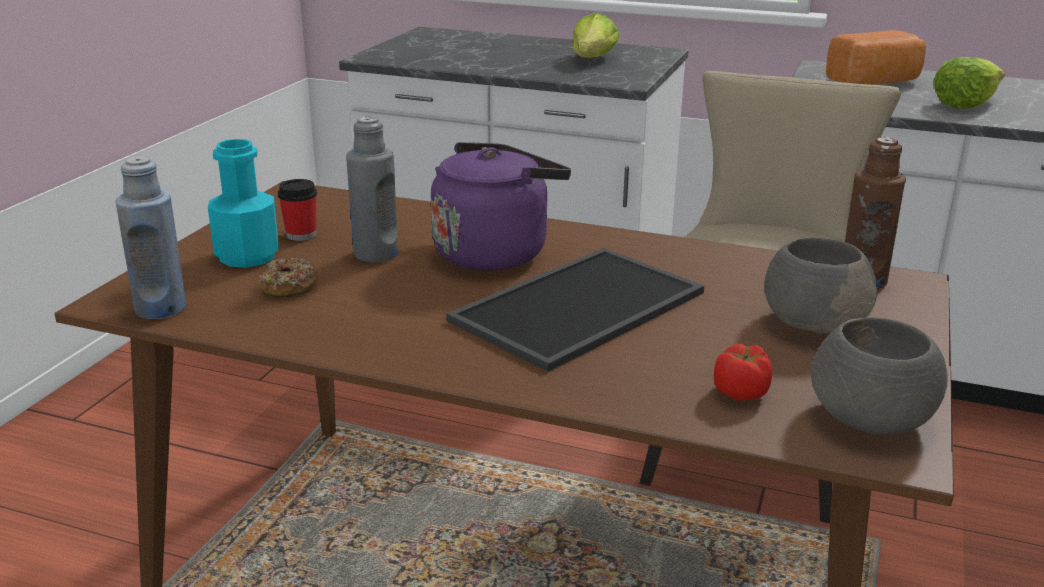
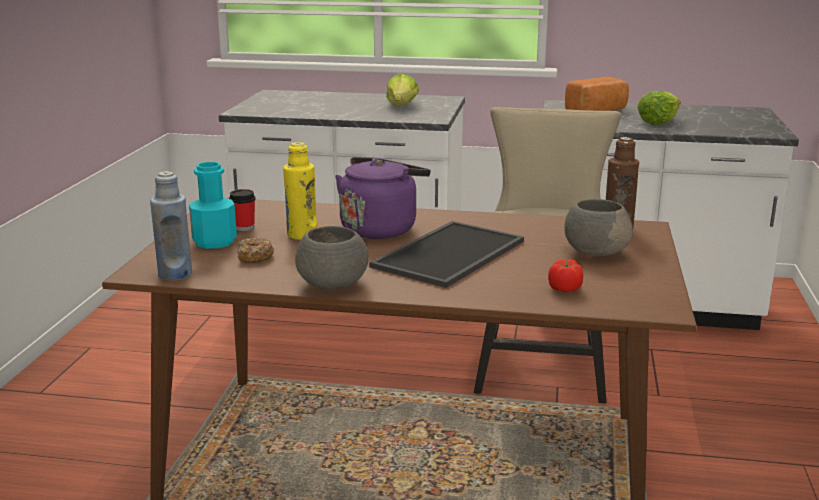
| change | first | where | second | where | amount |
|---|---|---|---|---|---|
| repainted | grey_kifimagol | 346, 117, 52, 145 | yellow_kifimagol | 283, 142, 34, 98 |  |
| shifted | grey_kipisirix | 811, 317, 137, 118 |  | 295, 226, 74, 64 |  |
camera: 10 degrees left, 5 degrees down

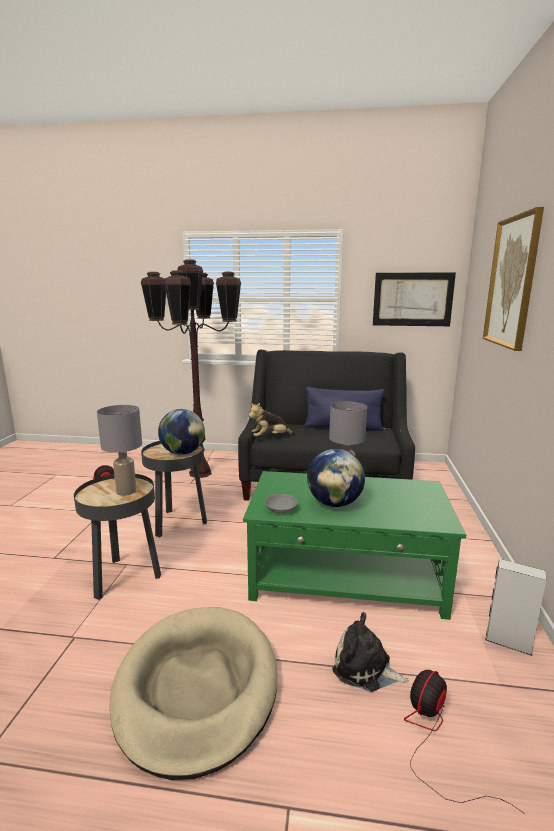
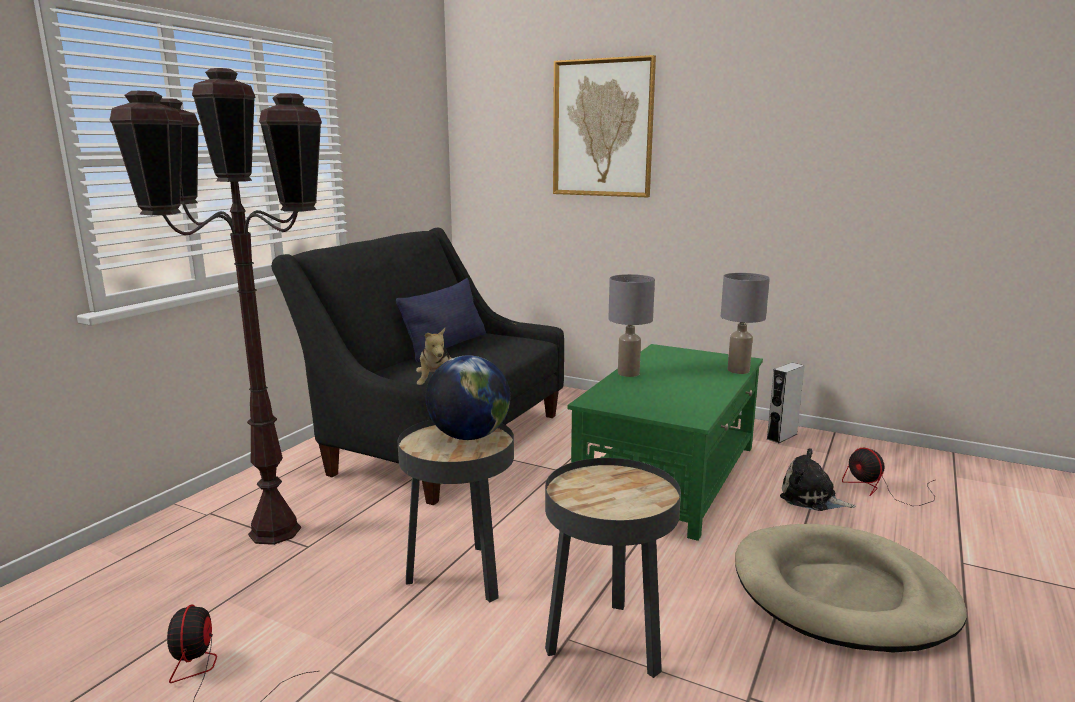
| change | first | where | second | where | amount |
|---|---|---|---|---|---|
| shifted | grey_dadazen | 97, 405, 45, 91 |  | 721, 273, 49, 101 |  |
| gone | grey_kipisirix | 264, 494, 34, 20 |  |  |  |
| gone | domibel | 307, 449, 58, 58 |  |  |  |
| rotated | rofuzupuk | 333, 612, 76, 80 |  | 780, 448, 76, 63 | 75 degrees clockwise |
| gone | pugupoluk | 373, 273, 83, 53 |  |  |  |
camera: 70 degrees left, 0 degrees up

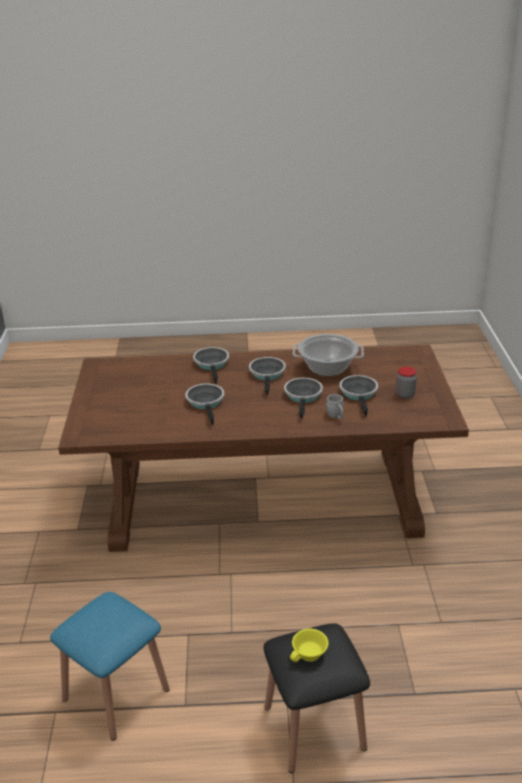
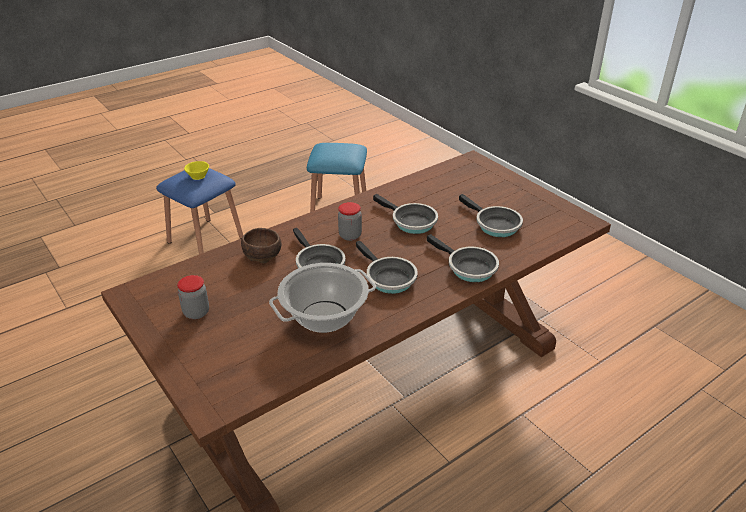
| change | first | where | second | where | amount |
|---|---|---|---|---|---|
| repainted | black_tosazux | 264, 623, 106, 150 | blue_tosazux | 156, 168, 87, 86 |  |
| swapped | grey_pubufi | 326, 394, 18, 26 | brown_kipisirix | 241, 228, 40, 35 |  |
| shifted | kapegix | 340, 375, 38, 42 |  | 459, 194, 64, 43 |  |
| new |  |  | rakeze | 338, 202, 24, 39 |  |
camera: 145 degrees right, 5 degrees up

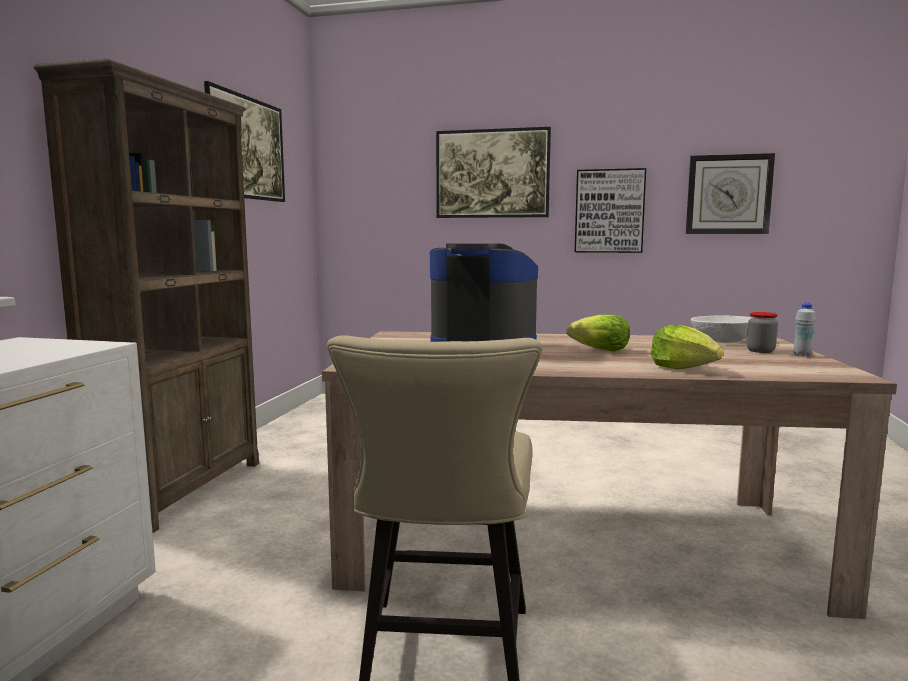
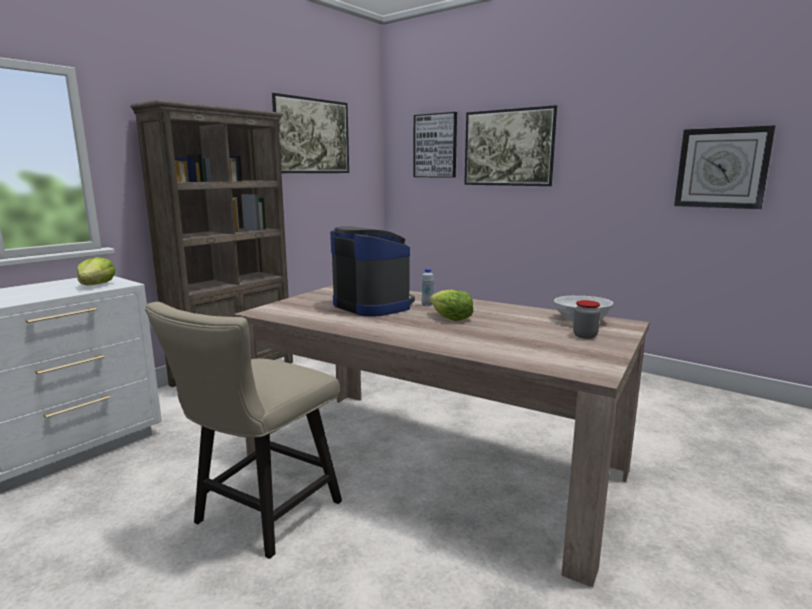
| change | first | where | second | where | amount |
|---|---|---|---|---|---|
| shifted | pugupoluk | 575, 168, 71, 85 |  | 413, 112, 44, 66 |  |
| shifted | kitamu | 651, 325, 73, 45 |  | 78, 257, 38, 29 |  |
| shifted | white_kifimagol | 793, 302, 23, 55 |  | 421, 268, 13, 38 |  |
camera: 25 degrees right, 5 degrees up

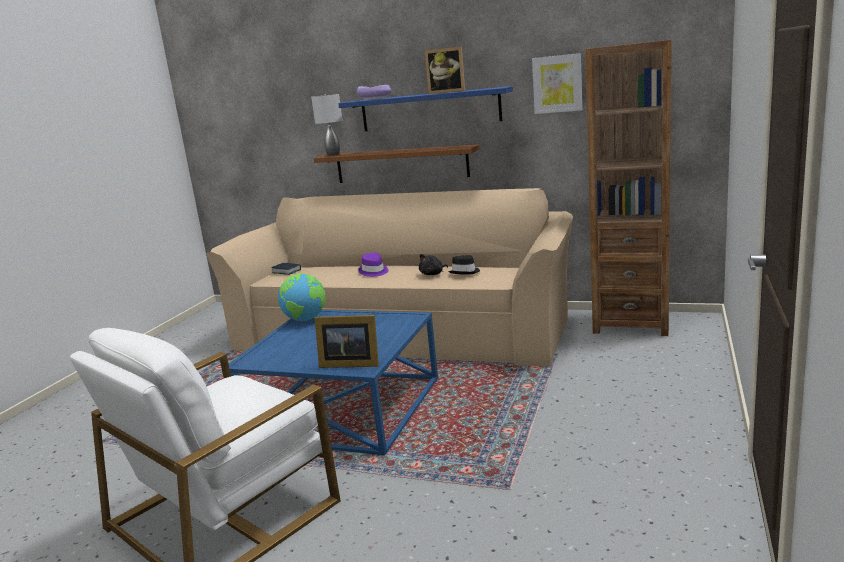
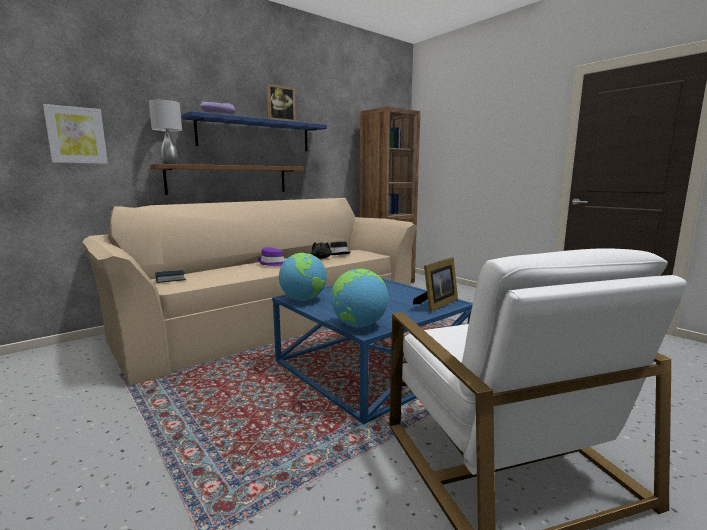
| change | first | where | second | where | amount |
|---|---|---|---|---|---|
| shifted | pugupoluk | 532, 53, 50, 61 |  | 43, 104, 65, 60 |  |
| new |  |  | domibel | 331, 269, 57, 58 |  |
camera: 60 degrees left, 5 degrees down

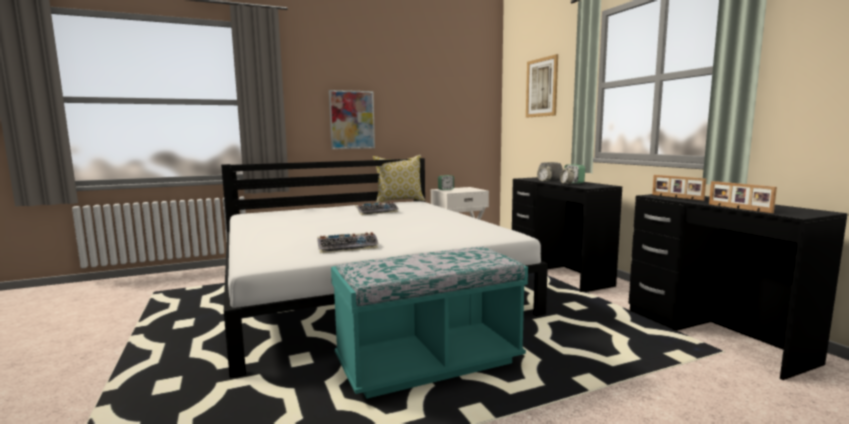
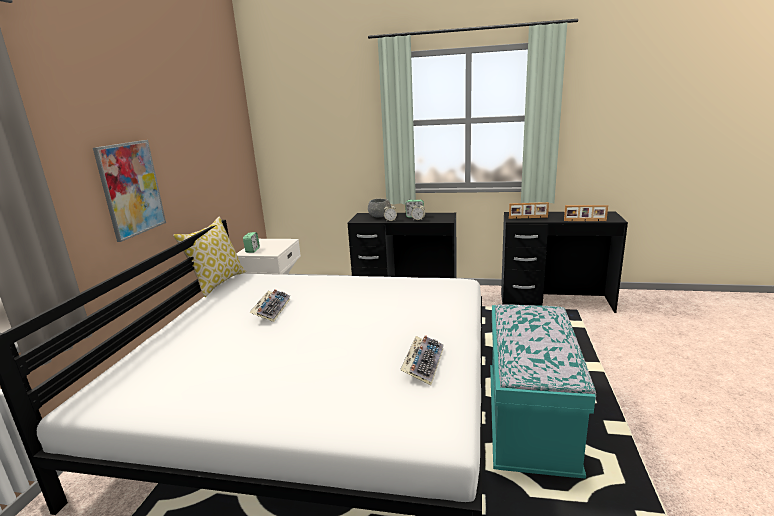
| change | first | where | second | where | amount |
|---|---|---|---|---|---|
| gone | pugupoluk | 526, 54, 32, 64 |  |  |  |
camera: 55 degrees left, 10 degrees up

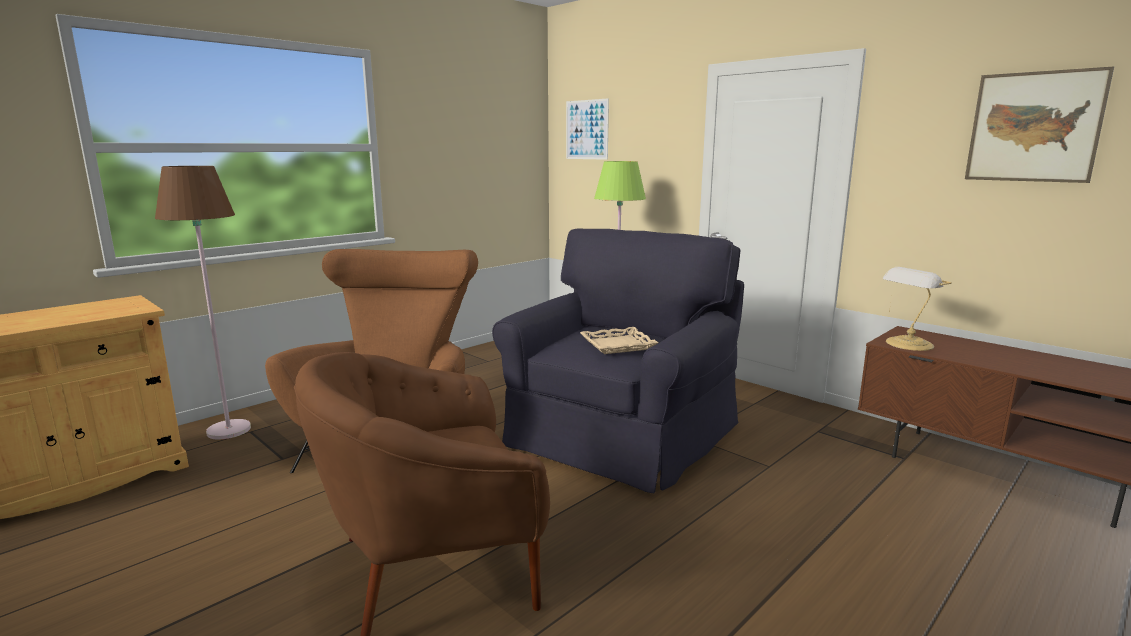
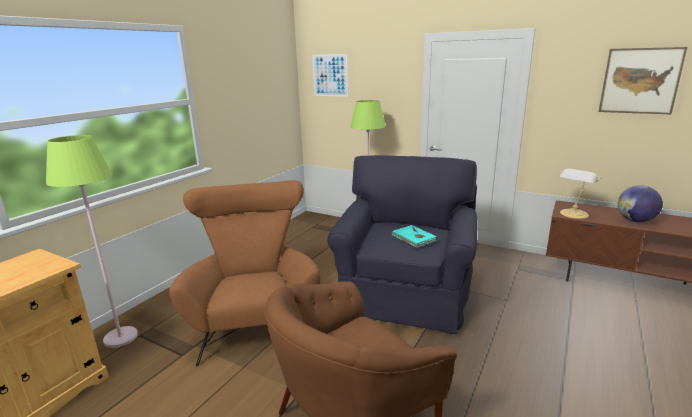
| change | first | where | second | where | amount |
|---|---|---|---|---|---|
| repainted | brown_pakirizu | 155, 166, 96, 273 | green_pakirizu | 46, 135, 92, 213 |  |
| swapped | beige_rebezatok | 580, 327, 78, 27 | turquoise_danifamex | 392, 225, 45, 23 |  |
| new |  |  | domibel | 618, 185, 45, 37 |  |
camera: 15 degrees left, 5 degrees up

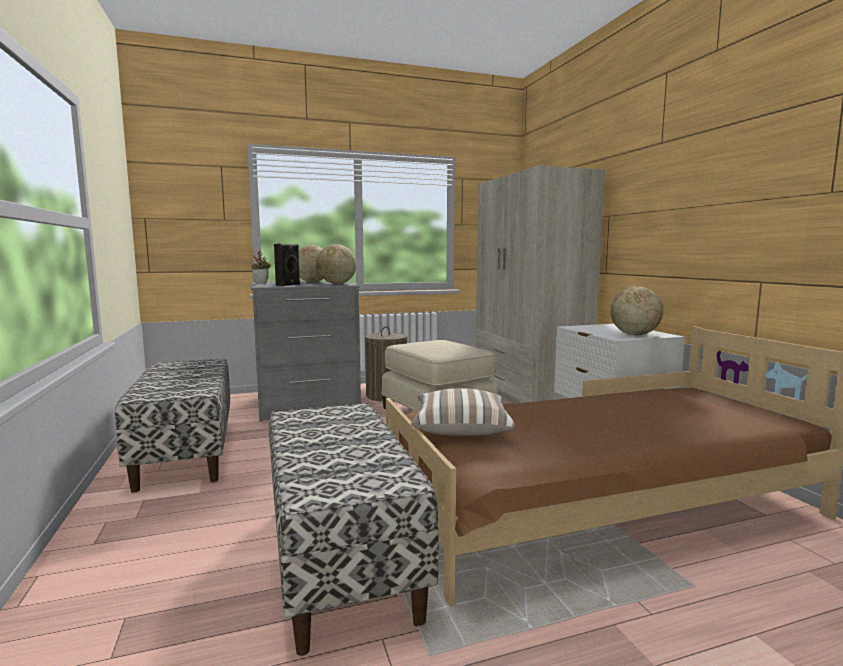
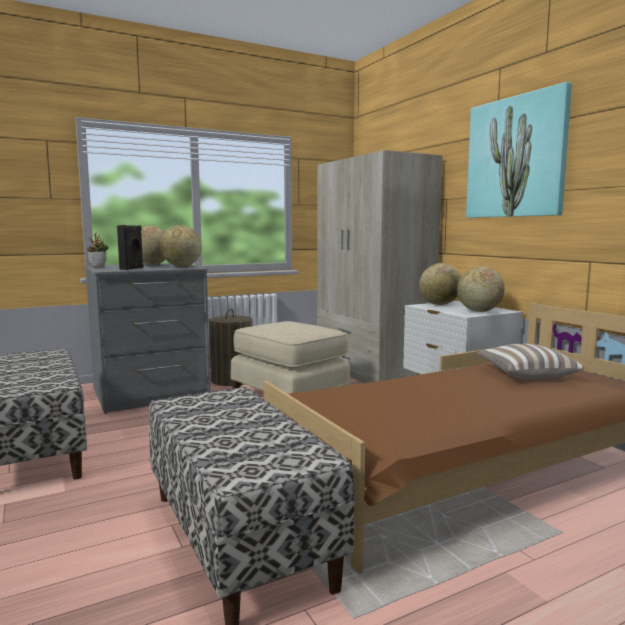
| change | first | where | second | where | amount |
|---|---|---|---|---|---|
| shifted | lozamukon | 411, 388, 105, 48 |  | 477, 344, 107, 35 |  |
| new |  |  | domibel | 419, 263, 42, 42 |  |
| new |  |  | pugupoluk | 466, 82, 106, 136 |  |
camera: 10 degrees left, 0 degrees up

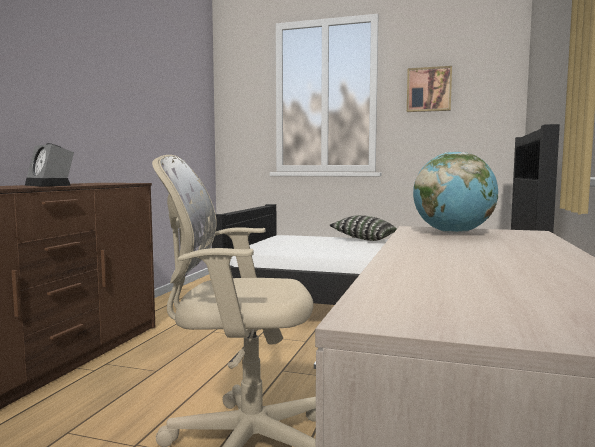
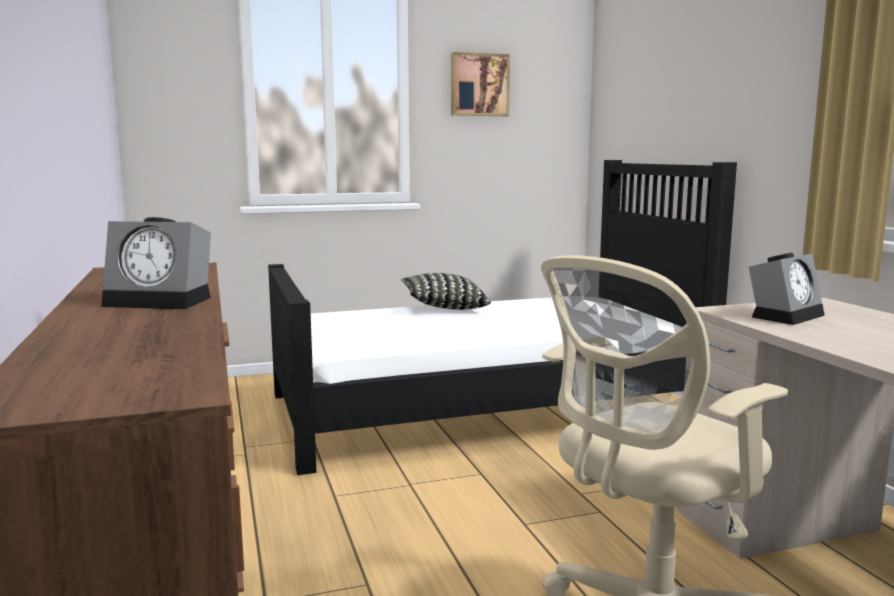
| change | first | where | second | where | amount |
|---|---|---|---|---|---|
| swapped | domibel | 413, 152, 85, 82 | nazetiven | 749, 253, 76, 72 |  |
camera: 35 degrees left, 5 degrees up

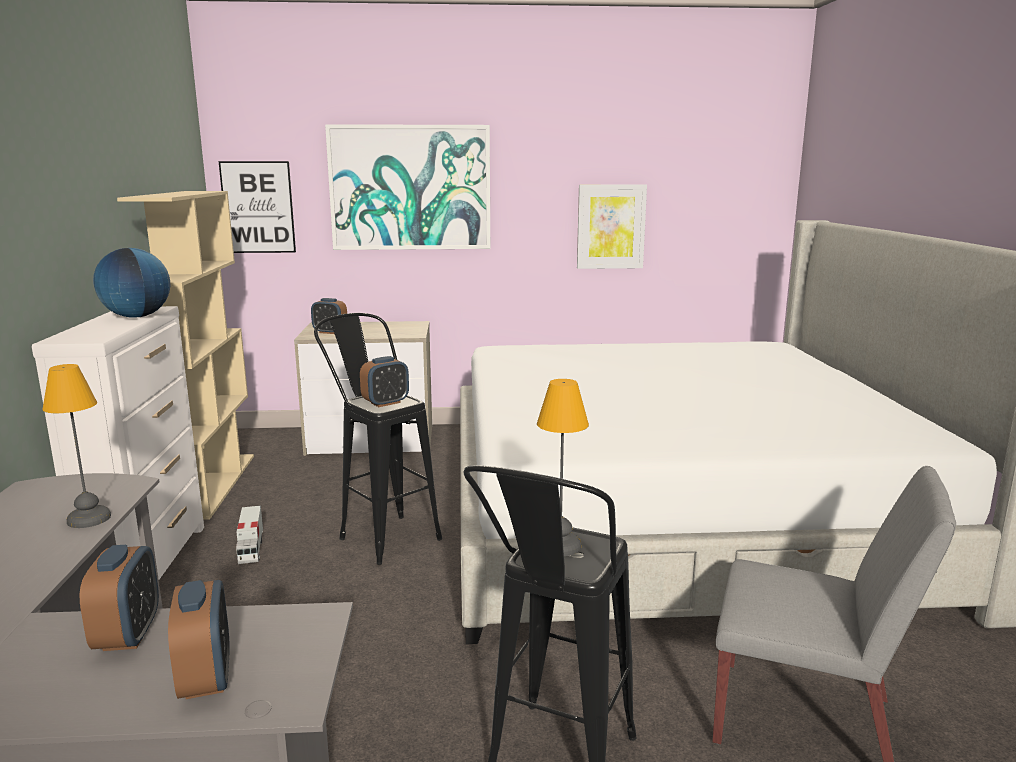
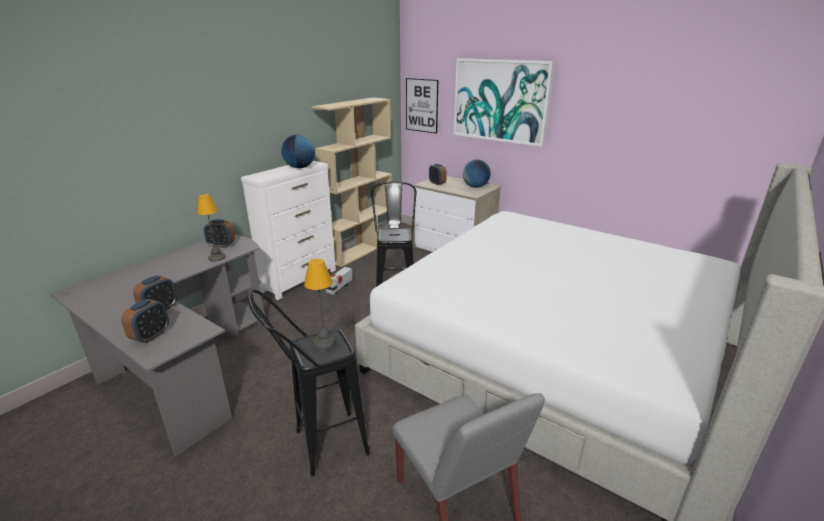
| change | first | where | second | where | amount |
|---|---|---|---|---|---|
| shifted | nazetiven | 360, 356, 49, 51 |  | 204, 220, 31, 28 |  |
| gone | pugupoluk | 577, 184, 70, 85 |  |  |  |
| new |  |  | domibel | 463, 160, 28, 28 |  |
camera: 40 degrees right, 10 degrees up

